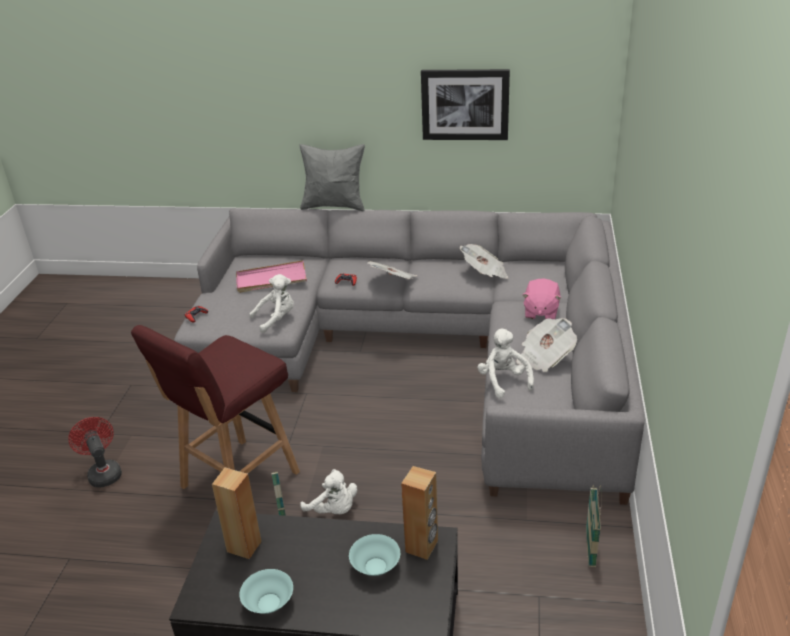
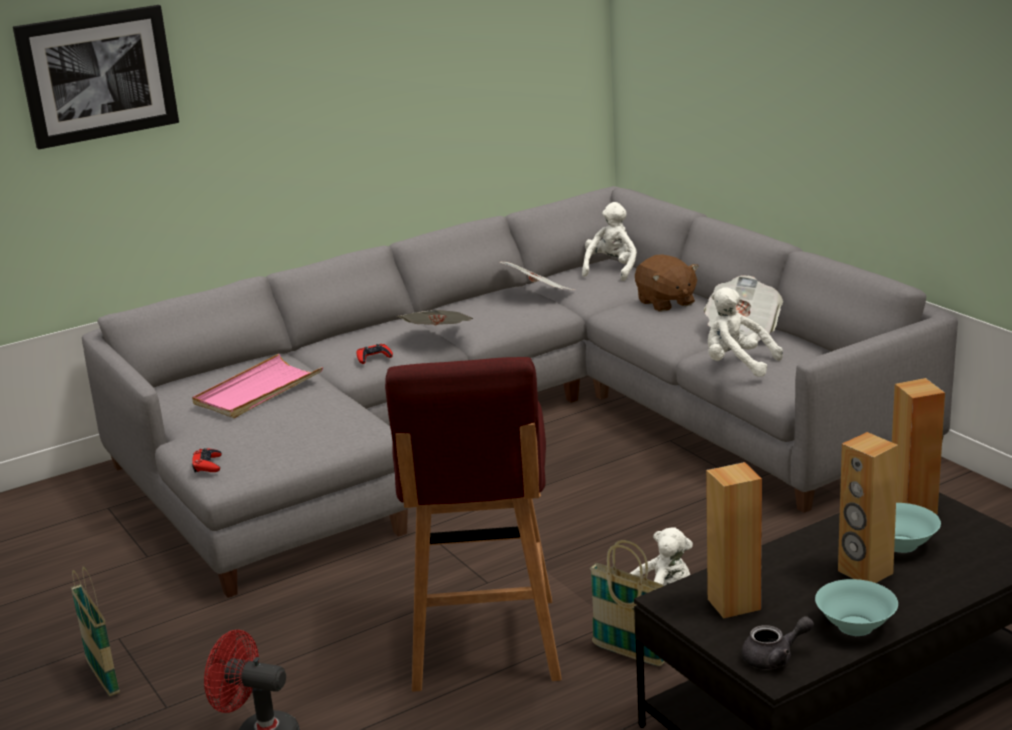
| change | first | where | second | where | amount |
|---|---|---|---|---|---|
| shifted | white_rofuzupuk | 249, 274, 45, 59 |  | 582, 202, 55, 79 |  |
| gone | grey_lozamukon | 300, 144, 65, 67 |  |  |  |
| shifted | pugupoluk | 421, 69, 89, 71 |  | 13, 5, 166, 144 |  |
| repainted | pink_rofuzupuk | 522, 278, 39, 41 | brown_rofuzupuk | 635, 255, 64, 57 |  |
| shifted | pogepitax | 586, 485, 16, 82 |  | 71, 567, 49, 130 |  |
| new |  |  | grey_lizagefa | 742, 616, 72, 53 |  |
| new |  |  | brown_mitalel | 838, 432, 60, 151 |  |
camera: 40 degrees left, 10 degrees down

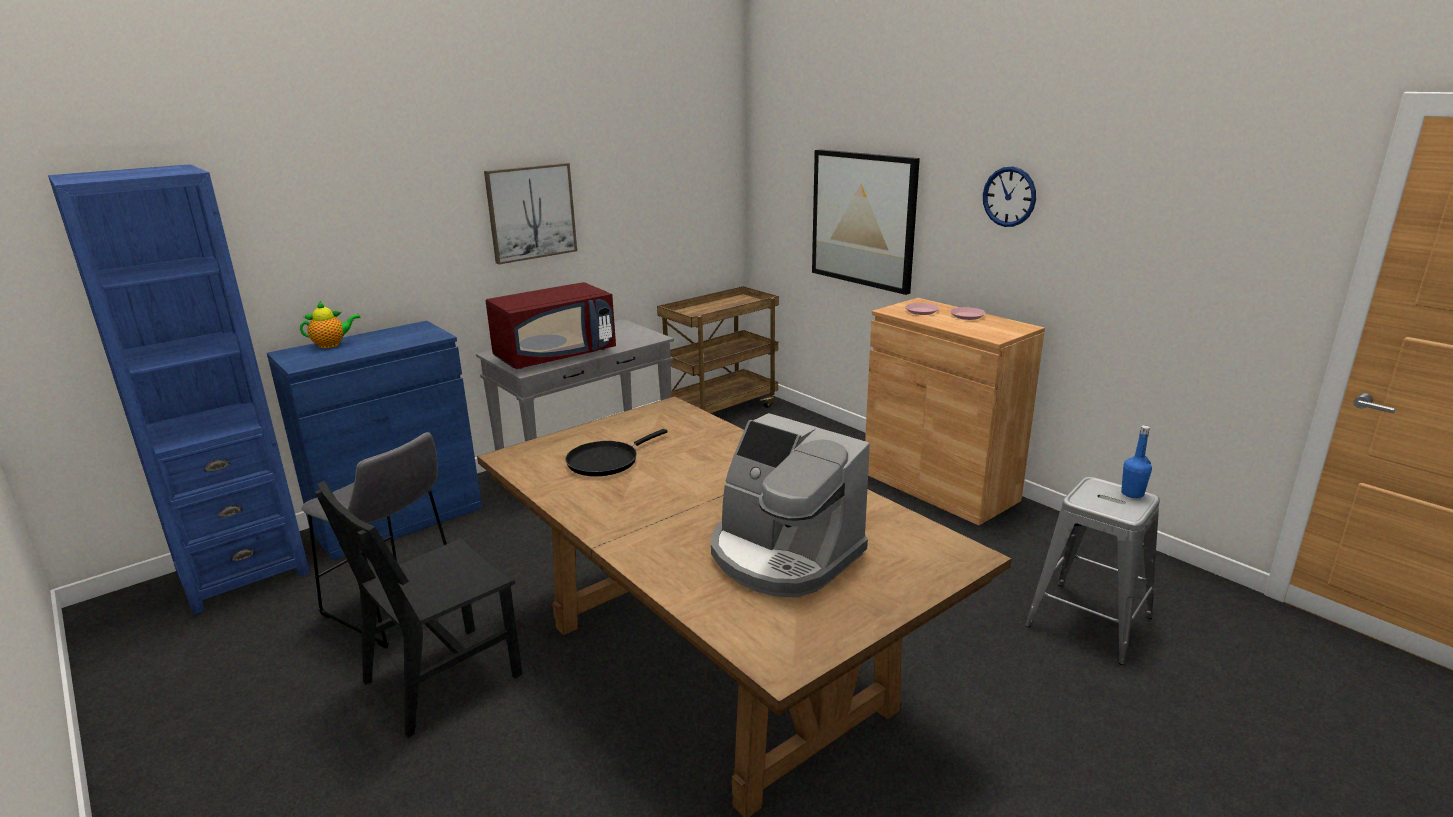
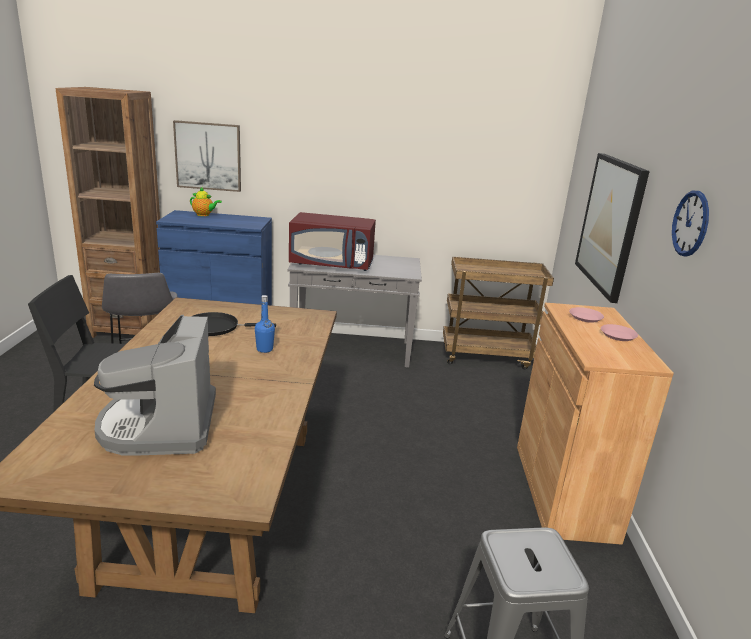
| change | first | where | second | where | amount |
|---|---|---|---|---|---|
| repainted | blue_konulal | 48, 164, 262, 451 | brown_konulal | 55, 87, 105, 251 |  |
| shifted | pugupoluk | 484, 163, 93, 101 |  | 173, 120, 68, 72 |  |
| shifted | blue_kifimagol | 1121, 425, 31, 73 |  | 255, 295, 20, 58 |  |
camera: 40 degrees right, 0 degrees up

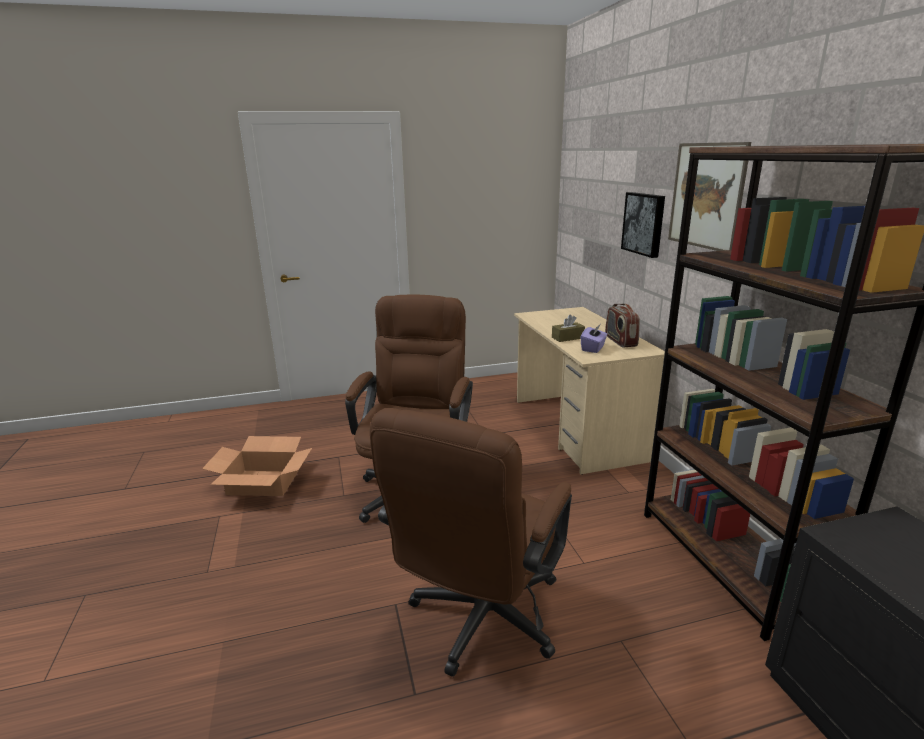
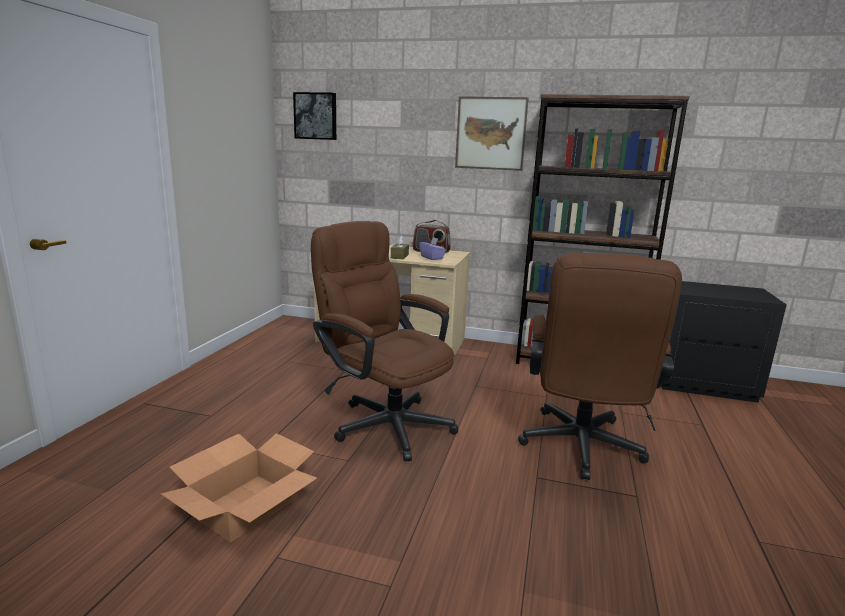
| change | first | where | second | where | amount |
|---|---|---|---|---|---|
| rotated | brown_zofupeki | 370, 408, 202, 269 |  | 518, 253, 164, 227 | 45 degrees clockwise |
| shifted | pugupoluk | 621, 192, 44, 66 |  | 293, 92, 43, 48 |  |
camera: 60 degrees left, 5 degrees down

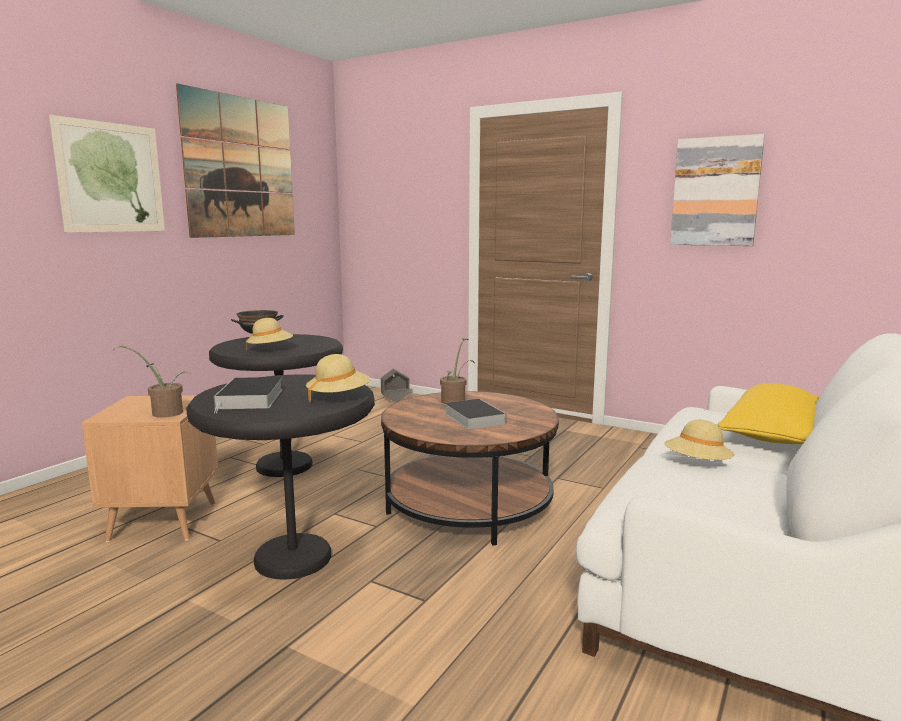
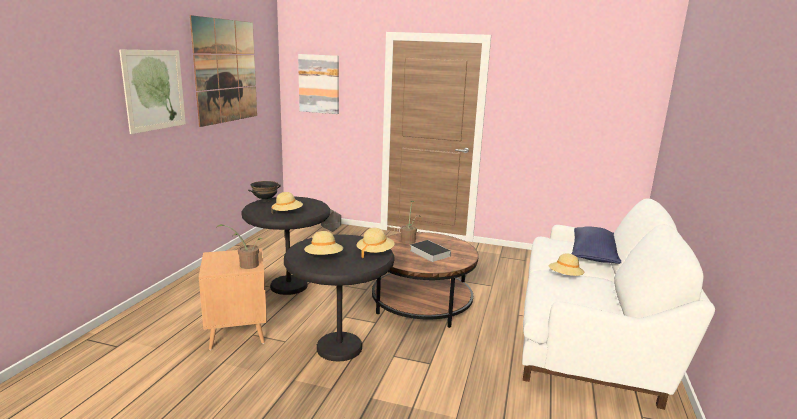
| change | first | where | second | where | amount |
|---|---|---|---|---|---|
| swapped | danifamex | 214, 377, 69, 36 | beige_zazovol | 304, 231, 39, 24 |  |
| shifted | pugupoluk | 670, 134, 95, 112 |  | 298, 54, 41, 60 |  |
| repainted | yellow_lozamukon | 718, 383, 101, 61 | blue_lozamukon | 572, 226, 49, 38 |  |
camera: 15 degrees left, 5 degrees up

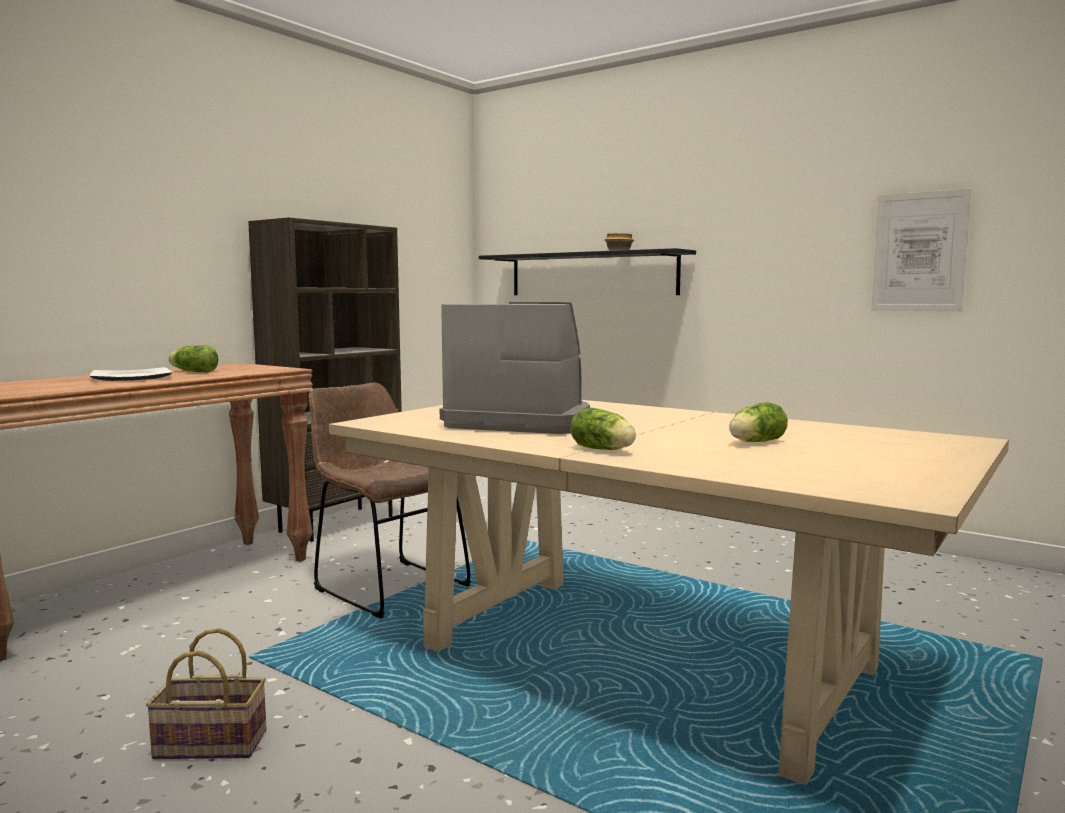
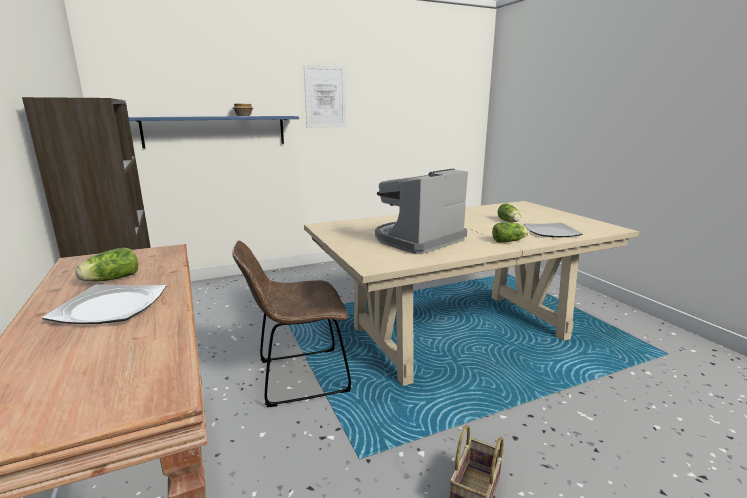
| change | first | where | second | where | amount |
|---|---|---|---|---|---|
| repainted | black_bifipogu | 479, 248, 217, 47 | blue_bifipogu | 129, 116, 170, 32 |  |
| shifted | pugupoluk | 871, 189, 100, 122 |  | 304, 65, 42, 63 |  |
| new |  |  | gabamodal | 524, 223, 59, 14 |  |
camera: 60 degrees left, 10 degrees up

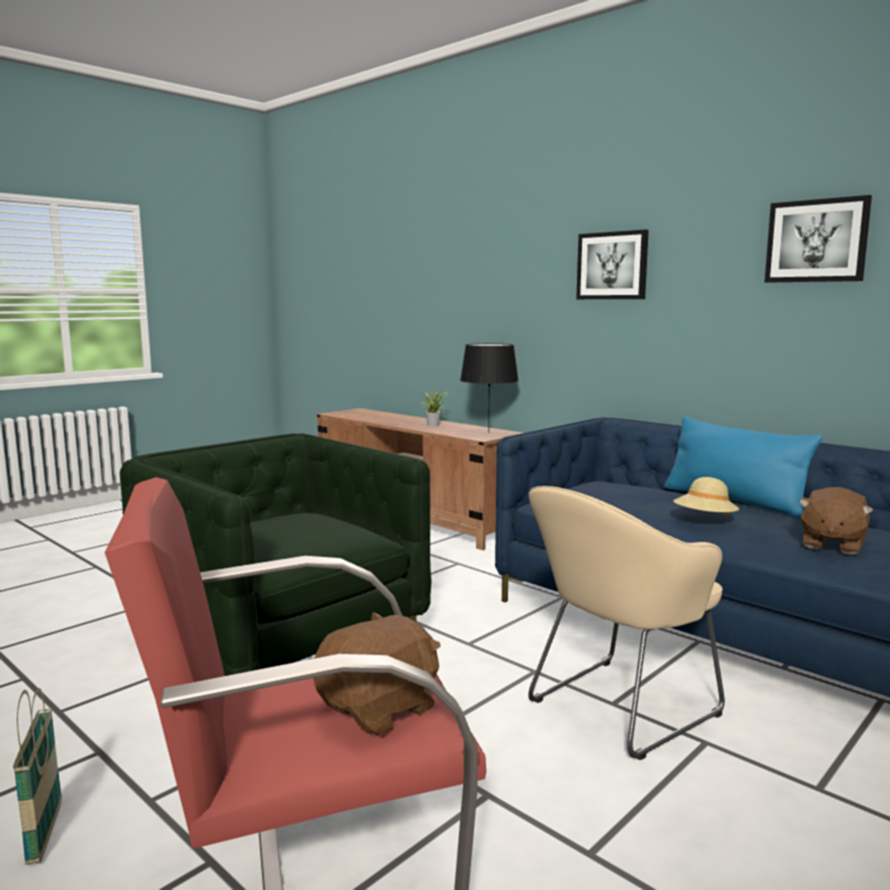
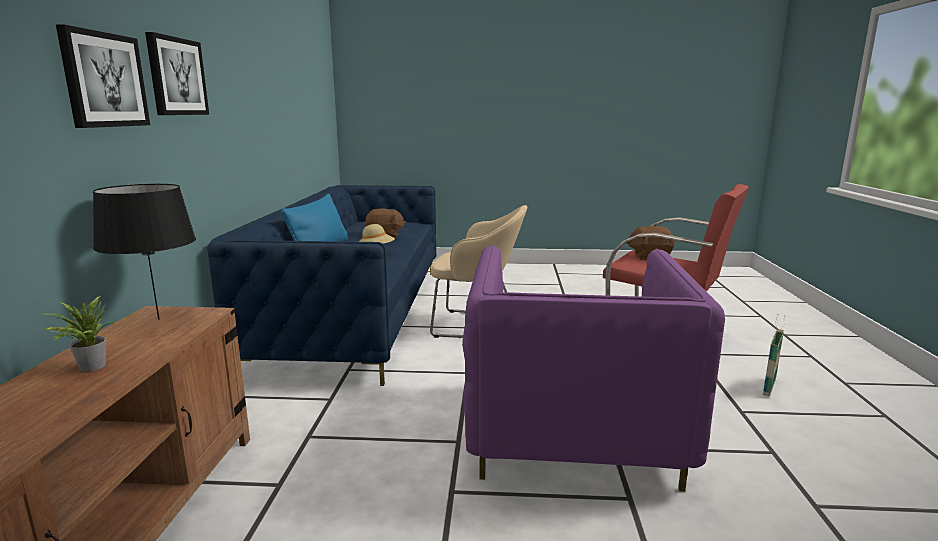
| change | first | where | second | where | amount |
|---|---|---|---|---|---|
| repainted | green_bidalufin | 120, 433, 312, 243 | purple_bidalufin | 462, 245, 263, 247 |  |
| shifted | pugupoluk | 765, 195, 107, 88 |  | 56, 25, 94, 103 |  |
camera: 130 degrees left, 5 degrees up

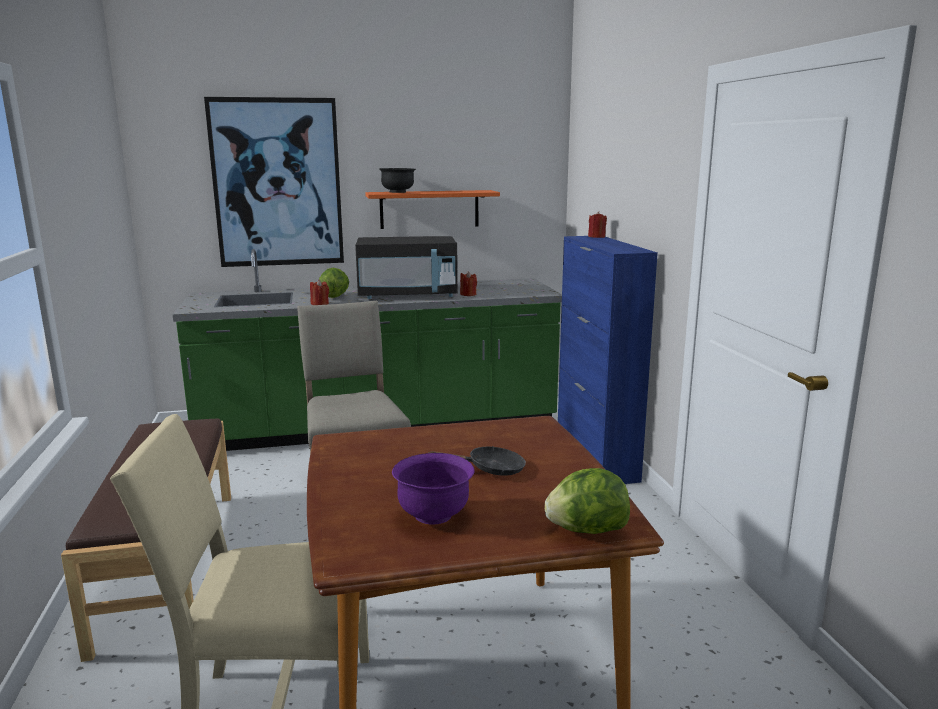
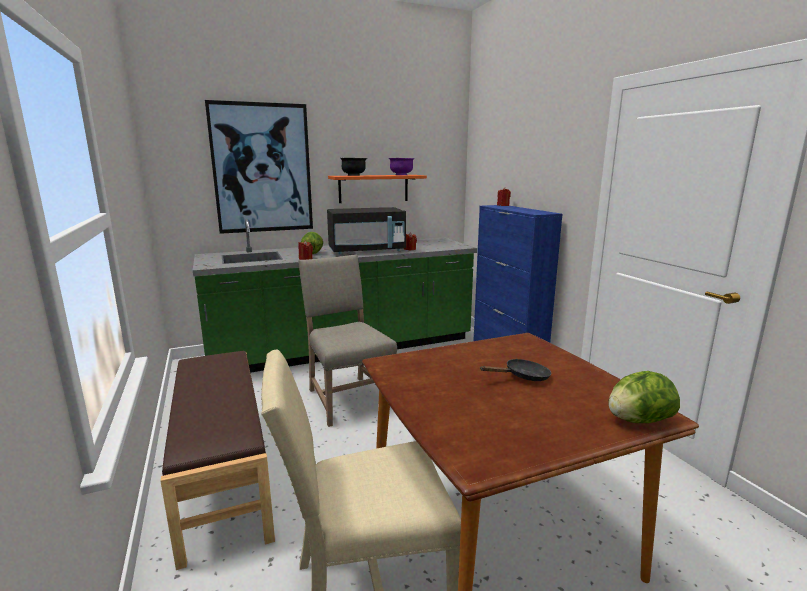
| change | first | where | second | where | amount |
|---|---|---|---|---|---|
| shifted | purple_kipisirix | 392, 453, 83, 71 |  | 389, 158, 26, 17 |  |
camera: 10 degrees left, 0 degrees up

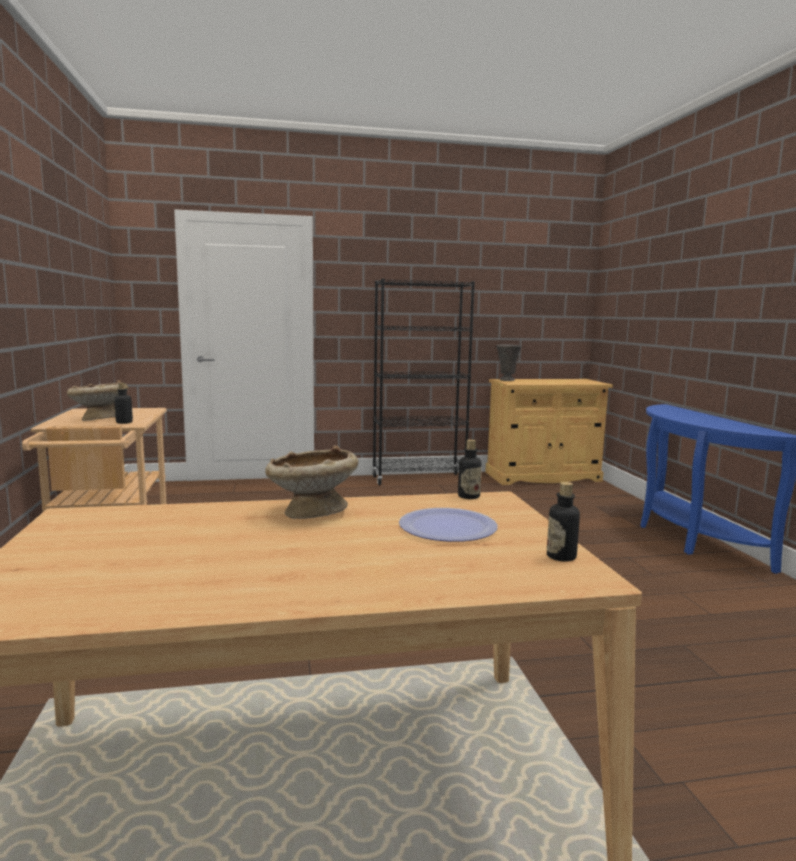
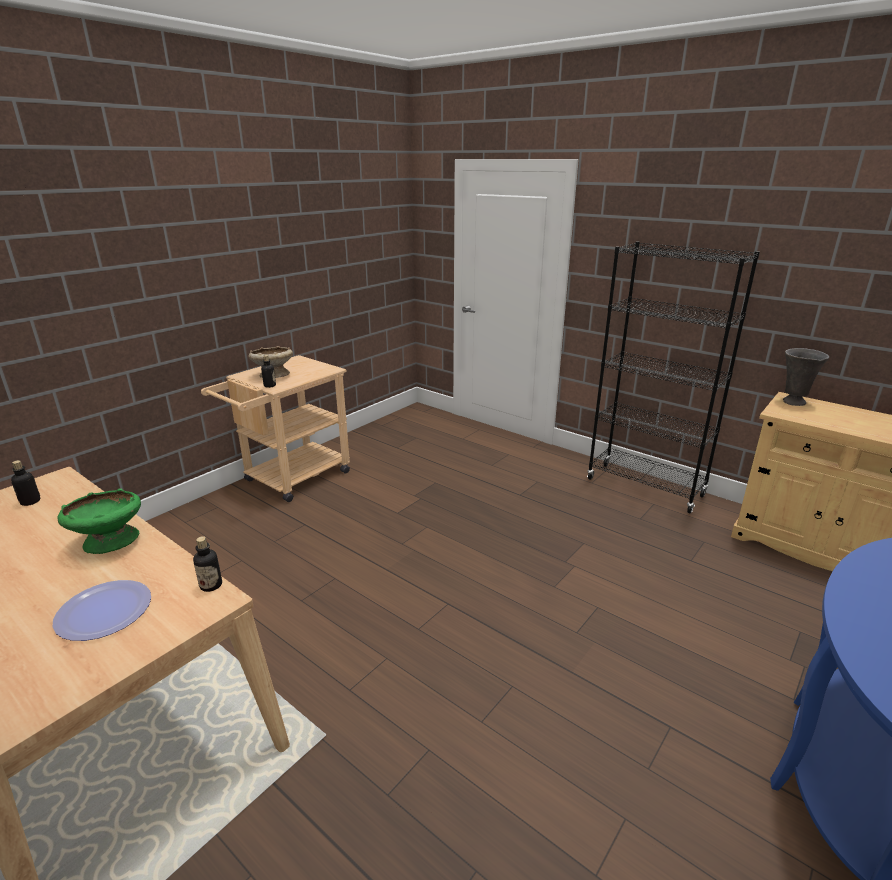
| change | first | where | second | where | amount |
|---|---|---|---|---|---|
| repainted | beige_kipisirix | 265, 446, 93, 73 | green_kipisirix | 57, 488, 84, 66 |  |
| shifted | kifimagol | 547, 482, 33, 80 |  | 11, 460, 29, 46 |  |
camera: 50 degrees right, 15 degrees up

